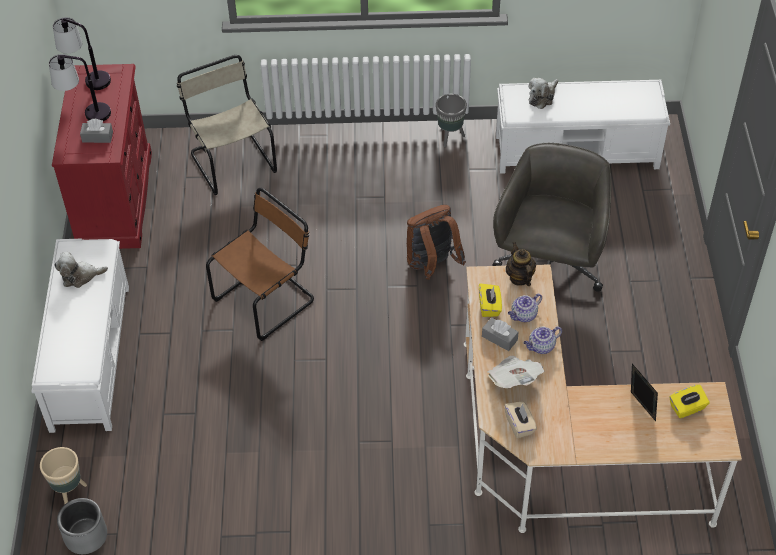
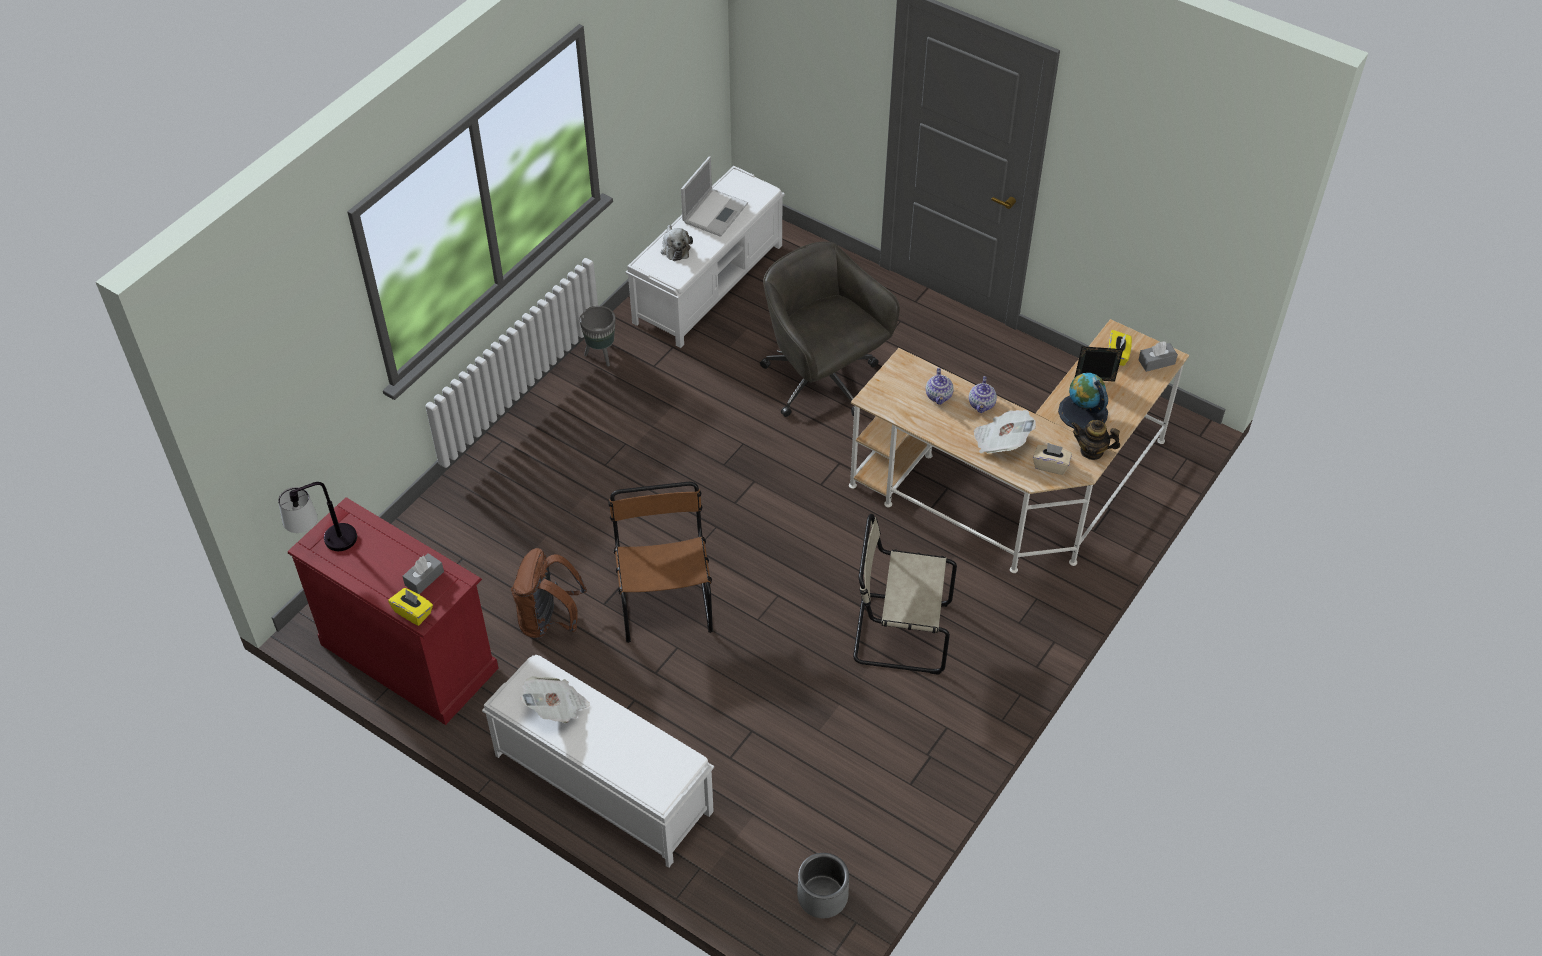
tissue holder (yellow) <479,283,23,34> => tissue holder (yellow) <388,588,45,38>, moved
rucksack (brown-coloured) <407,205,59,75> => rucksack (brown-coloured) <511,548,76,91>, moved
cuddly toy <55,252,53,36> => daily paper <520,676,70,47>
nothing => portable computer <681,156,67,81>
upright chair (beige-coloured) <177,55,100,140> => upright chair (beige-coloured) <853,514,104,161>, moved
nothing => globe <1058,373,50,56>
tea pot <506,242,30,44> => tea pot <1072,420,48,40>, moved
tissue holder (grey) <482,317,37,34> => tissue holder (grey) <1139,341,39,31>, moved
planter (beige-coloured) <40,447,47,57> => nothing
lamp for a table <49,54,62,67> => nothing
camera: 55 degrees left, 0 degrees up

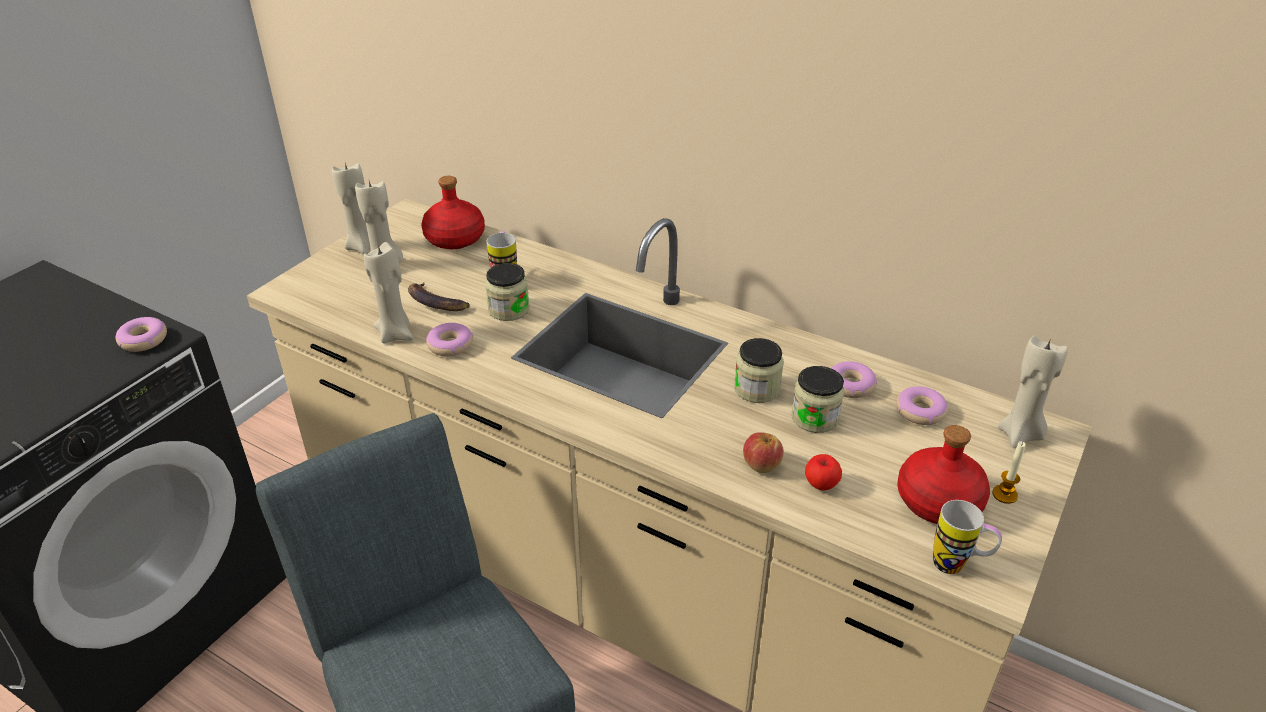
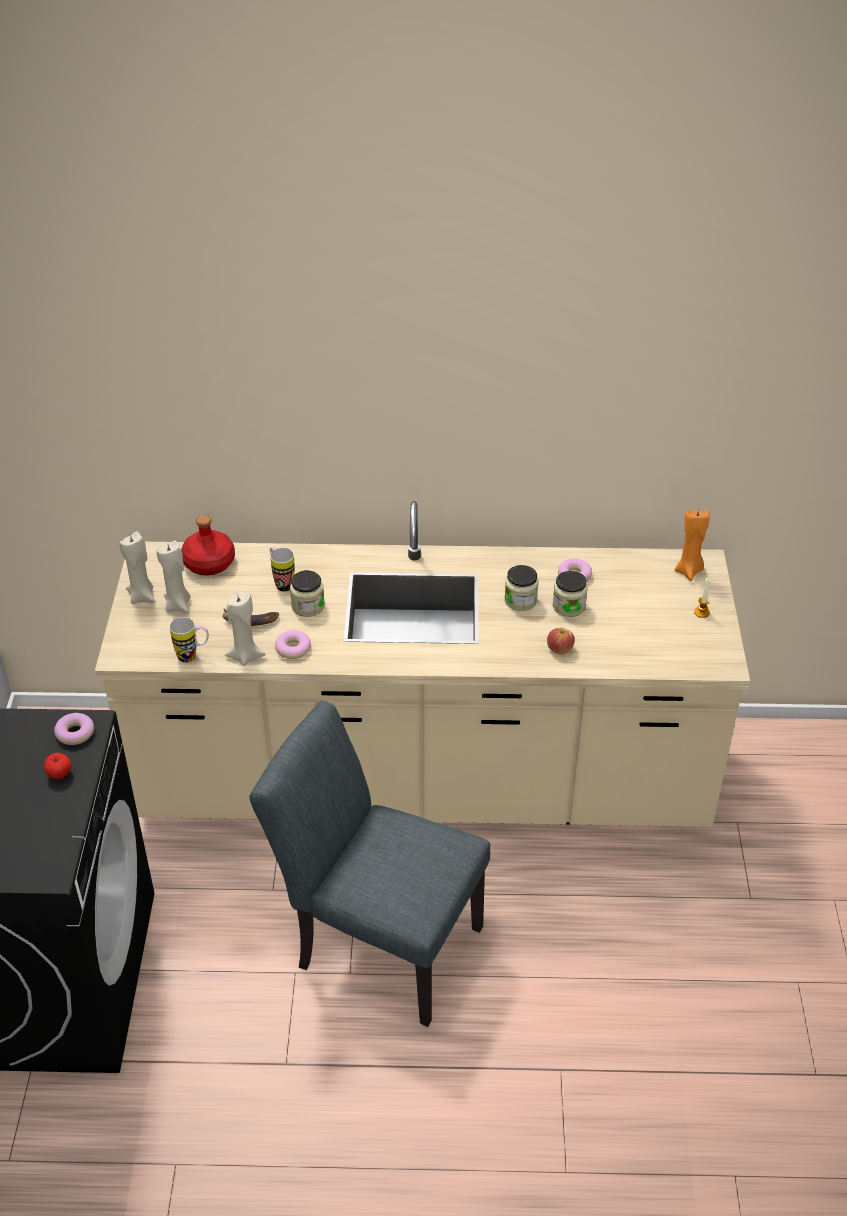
apple <805,454,37,37> => apple <44,753,27,26>, moved
coffee mug <933,500,69,74> => coffee mug <170,617,39,46>, moved
wax light (beige-coloured) <998,336,70,112> => wax light (orange-coloured) <675,509,34,72>
doughnut <896,386,52,39> => nothing
bottle (reddish) <897,425,93,99> => nothing
camera: 30 degrees left, 5 degrees up

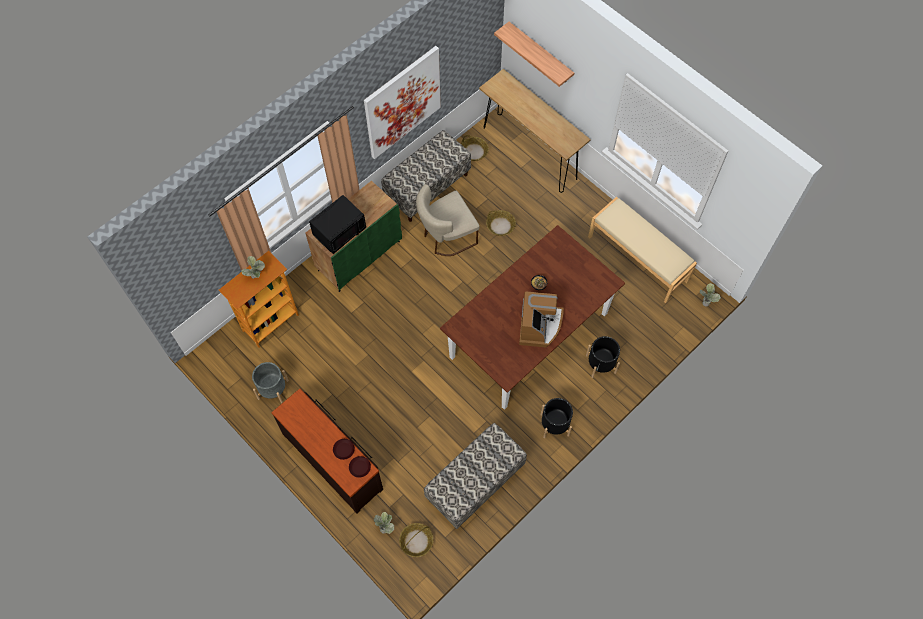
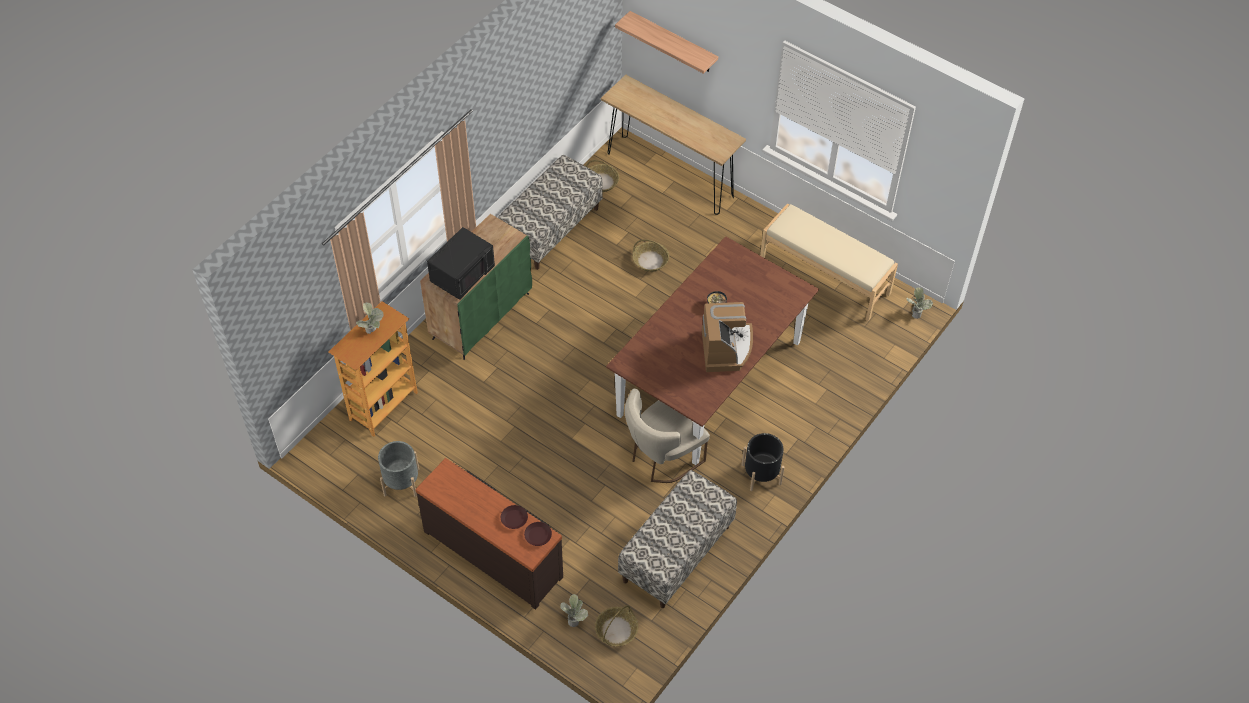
upright chair (beige-coloured) <416,184,63,72> => upright chair (beige-coloured) <625,389,85,94>, moved
wall picture <364,46,77,113> => nothing
planter (black) <586,336,34,42> => nothing
camera: 10 degrees left, 10 degrees down

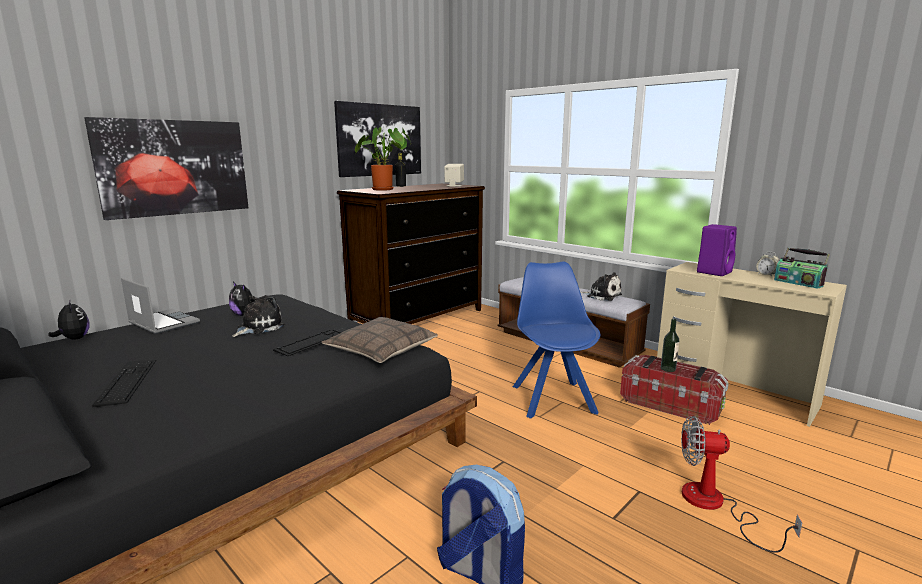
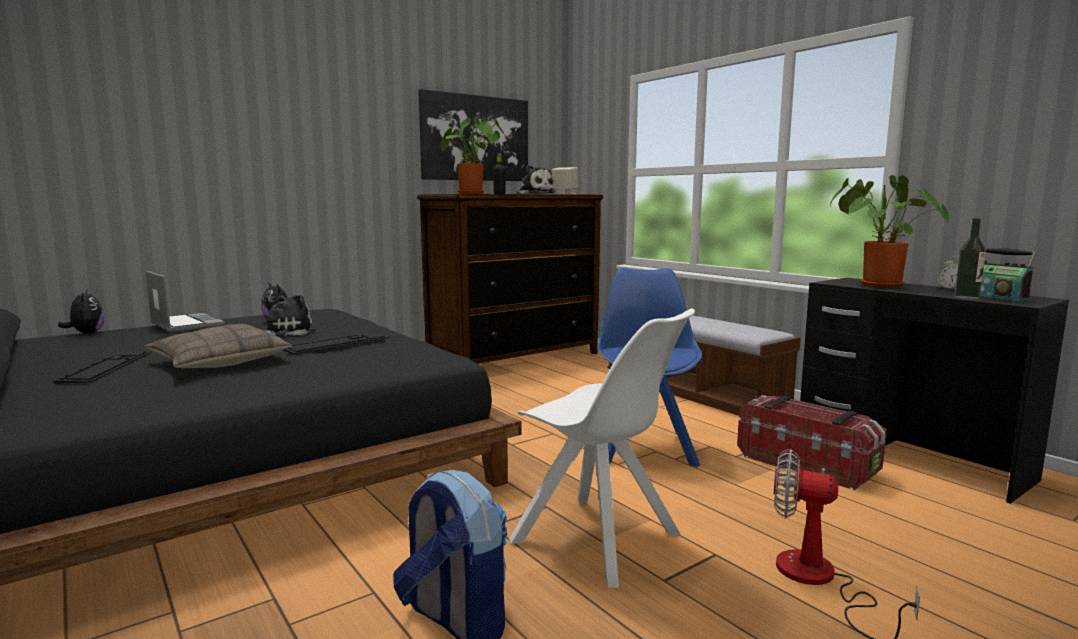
pillow <321,317,117,46> => pillow <145,324,147,44>, moved
nothing => upright chair (whitish) <509,308,186,280>
cuddly toy <580,272,42,29> => cuddly toy <515,165,40,29>, moved
desk (beige-coloured) <657,262,190,165> => desk (black) <800,278,269,226>
audio speaker (purplish) <697,224,40,52> => potted plant <830,175,119,113>
bottle <661,319,19,53> => bottle <954,218,32,81>, moved
wall picture <84,117,164,103> => nothing
camera: 10 degrees right, 5 degrees down

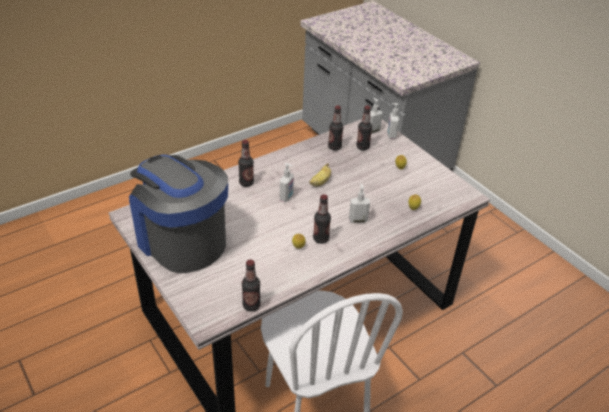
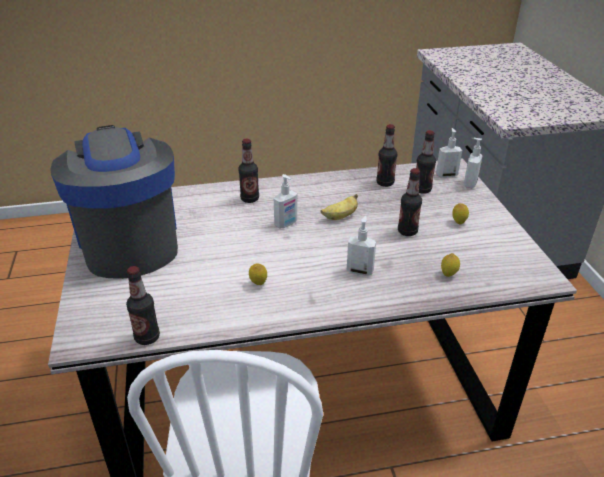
bottle <313,194,18,50> => bottle <398,168,24,68>, moved
camera: 25 degrees right, 5 degrees down

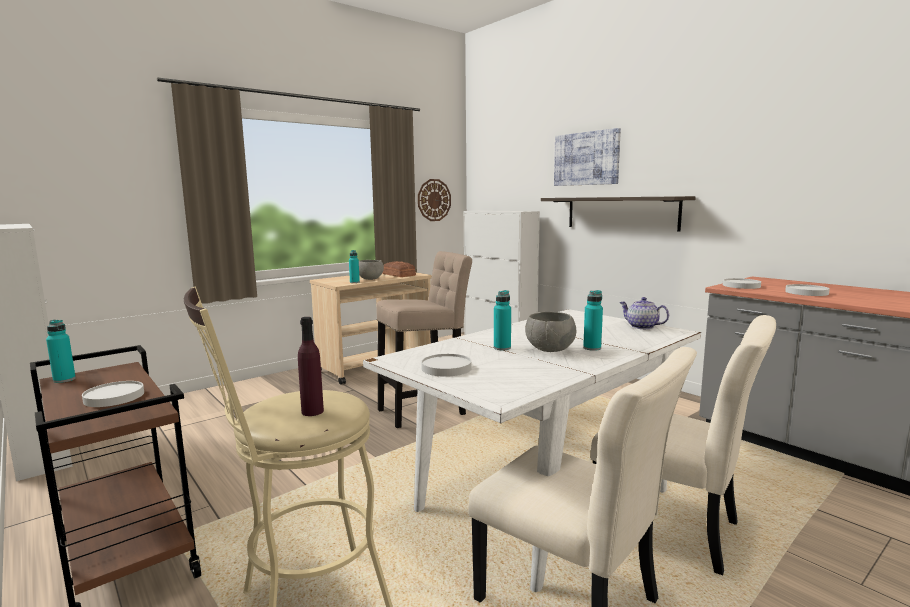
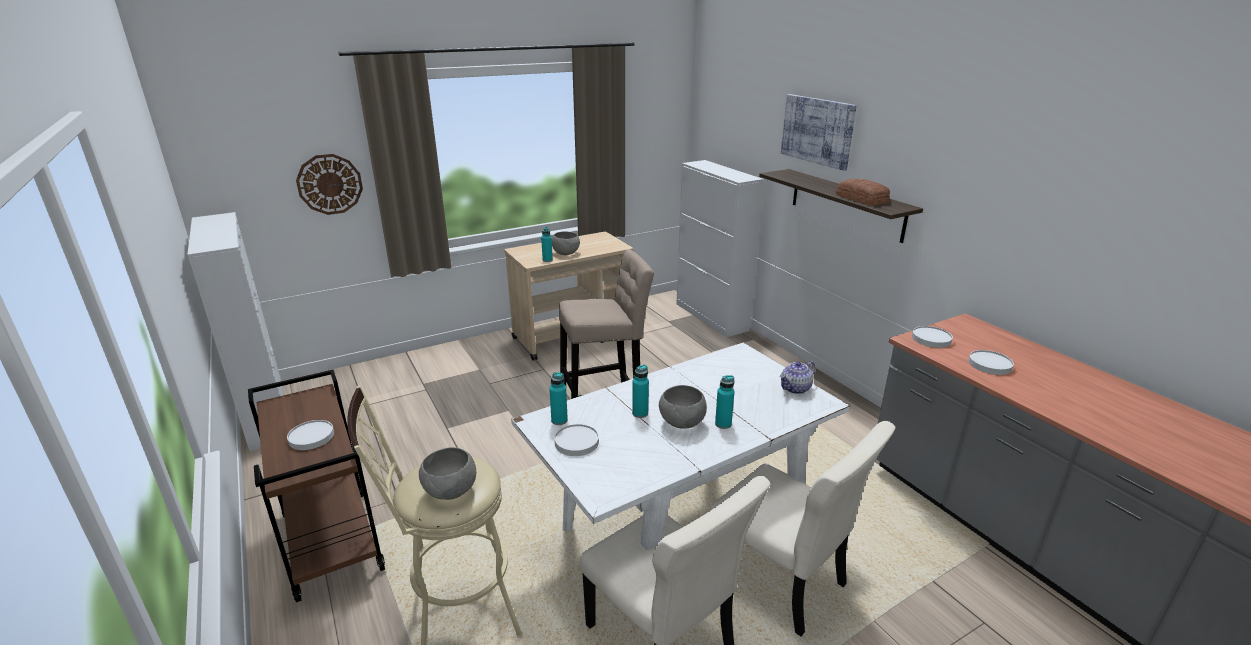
wall clock <418,179,33,42> => wall clock <296,154,67,61>, moved
bottle (purplish) <298,317,26,99> => bowl (grey) <419,447,57,53>
bottle (turquoise-coloured) <46,320,30,63> => bottle (turquoise-coloured) <549,372,19,53>, moved
tea pot <619,297,50,32> => tea pot <780,361,35,33>, 90 degrees counterclockwise
bakery bread <383,261,33,16> => bakery bread <836,179,54,27>, moved
camera: 10 degrees right, 15 degrees up

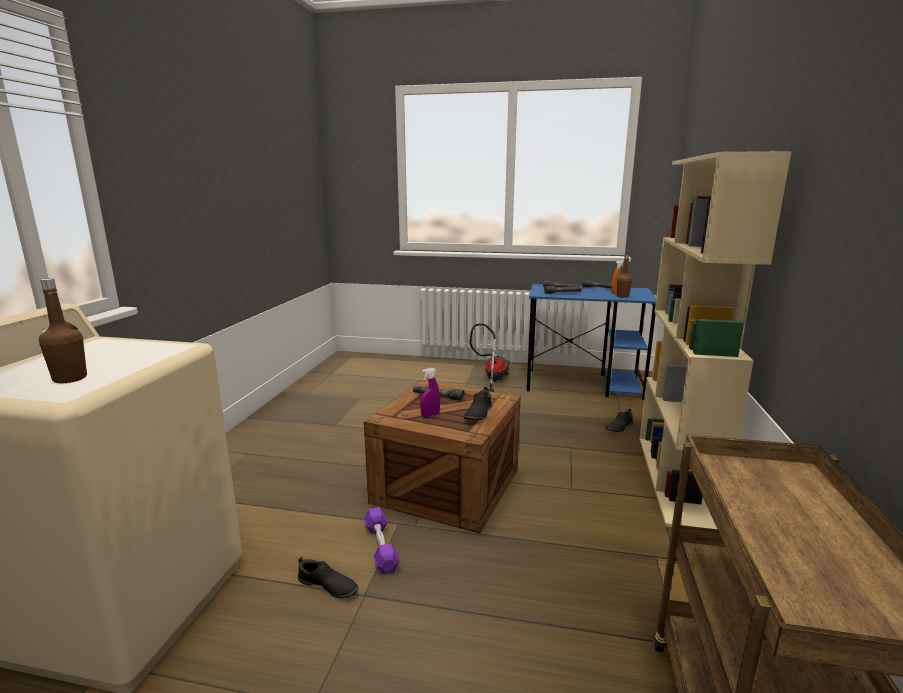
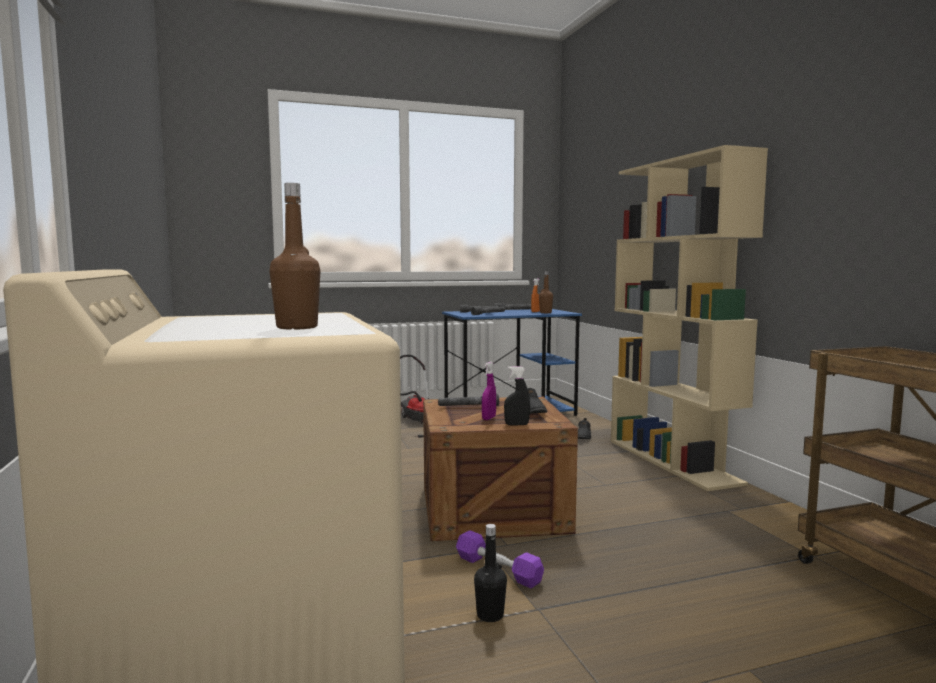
shoe (black) <298,557,60,42> => bottle (black) <474,524,33,98>
nothing => hand sprayer (black) <504,366,26,60>
camera: 30 degrees left, 10 degrees down

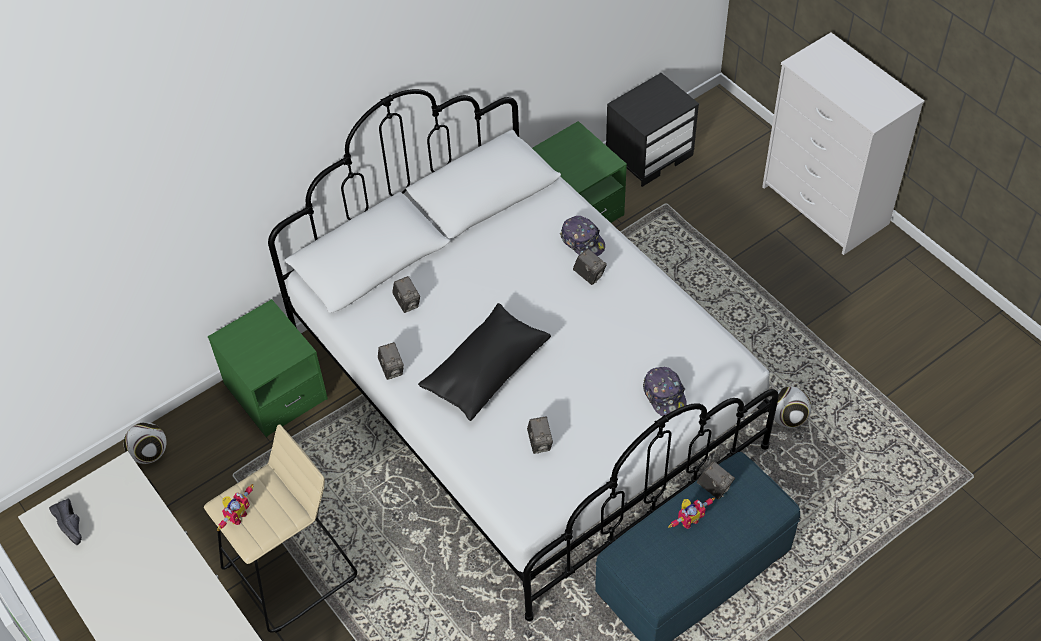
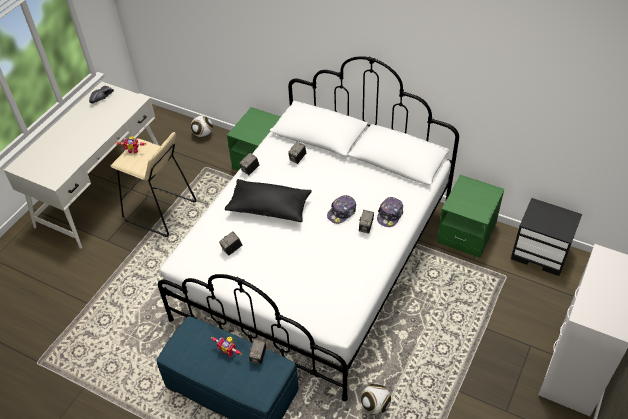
peaked cap <643,367,44,49> => peaked cap <327,195,29,29>, moved
camera: 65 degrees right, 5 degrees down

